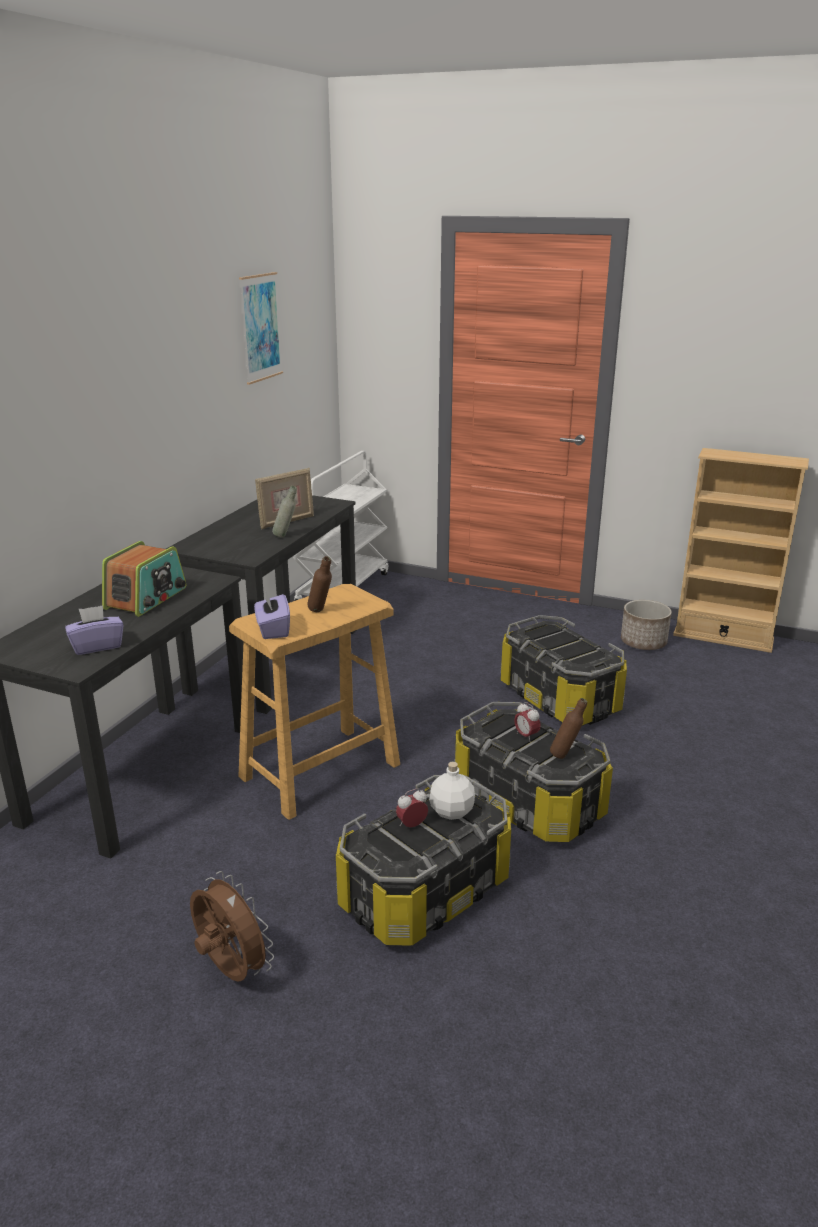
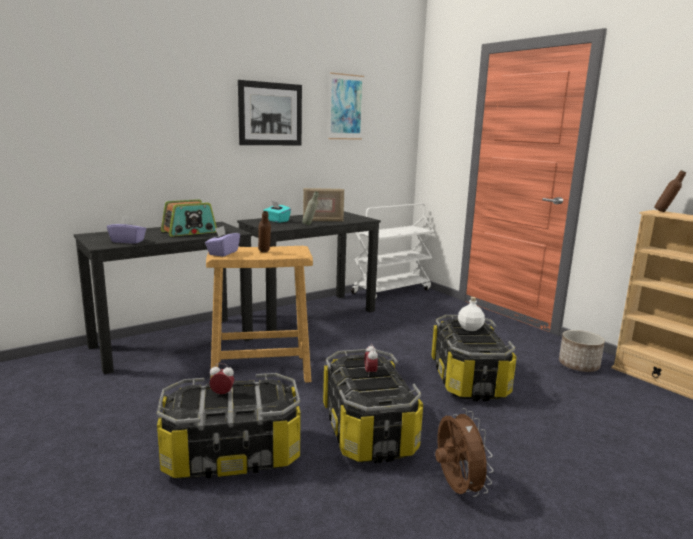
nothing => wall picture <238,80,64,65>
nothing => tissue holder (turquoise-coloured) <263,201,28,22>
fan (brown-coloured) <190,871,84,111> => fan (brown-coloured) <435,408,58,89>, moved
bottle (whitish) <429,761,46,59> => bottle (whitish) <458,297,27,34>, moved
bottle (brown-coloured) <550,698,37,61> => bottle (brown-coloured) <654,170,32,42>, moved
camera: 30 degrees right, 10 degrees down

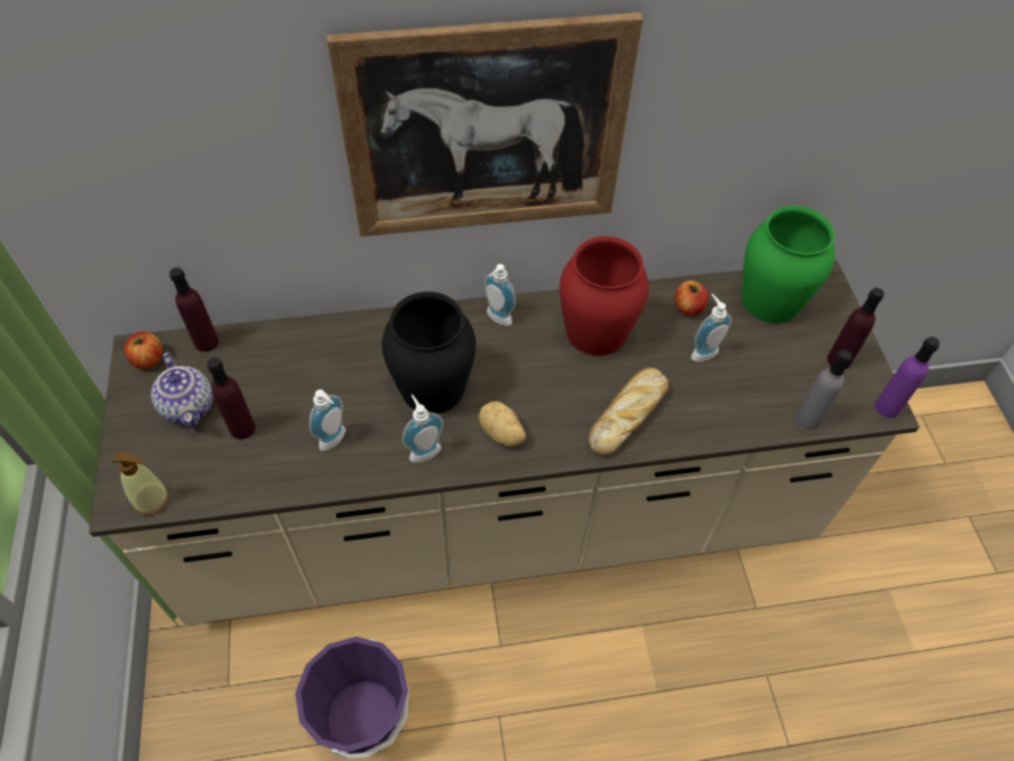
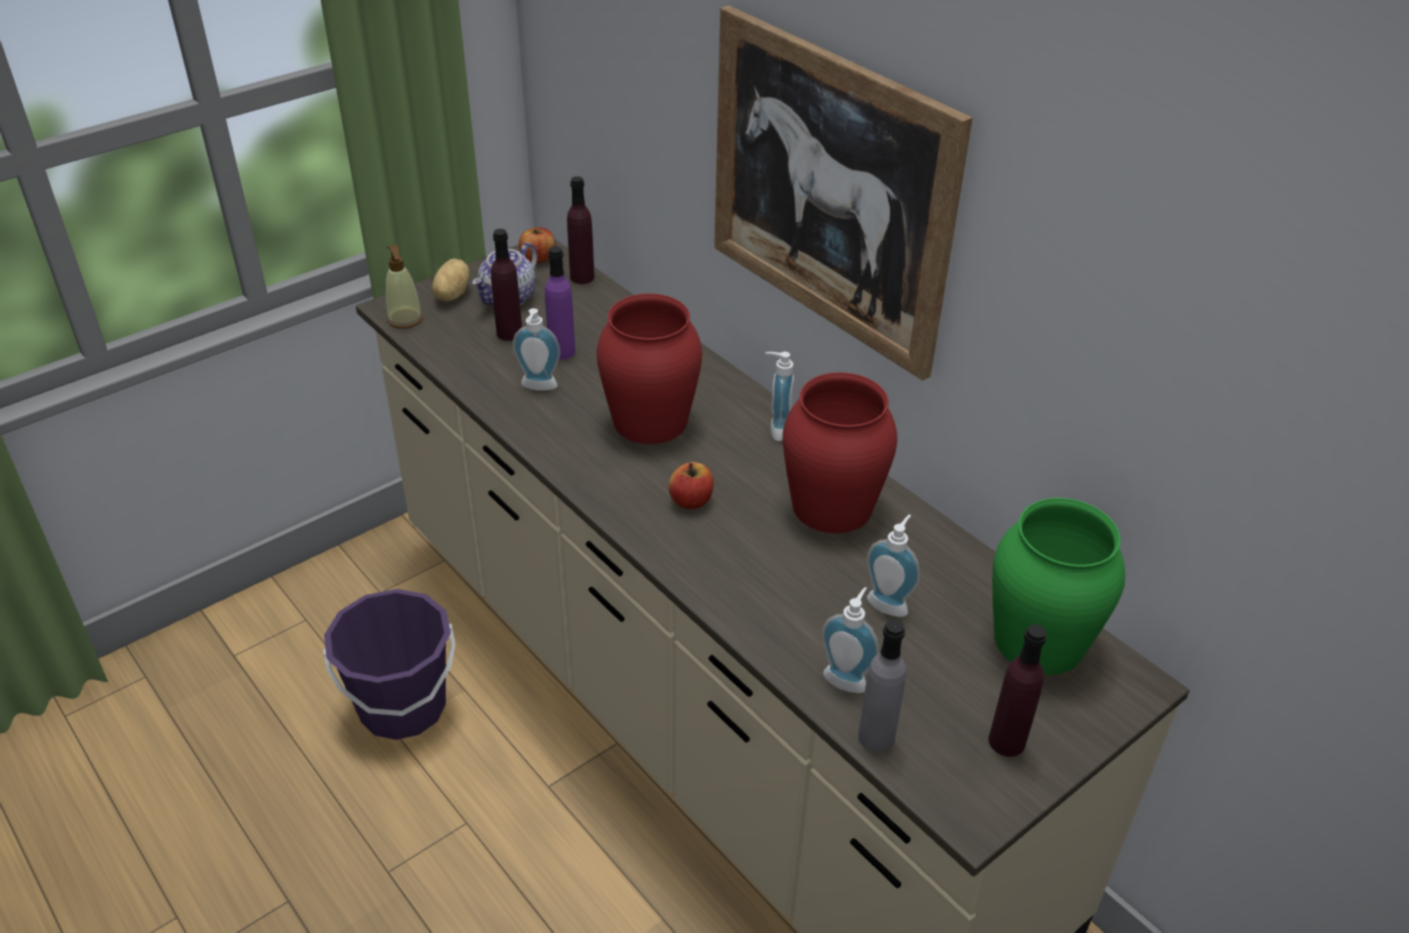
whole potato <478,401,48,46> => whole potato <432,259,38,43>, moved
bottle (purplish) <875,337,65,81> => bottle (purplish) <545,246,30,114>, moved
vase (black) <382,291,94,123> => vase (reddish) <597,293,105,151>
apple <674,280,34,36> => apple <669,462,45,47>, moved
soap dispenser <402,394,42,69> => soap dispenser <822,587,57,106>, moved
bakery bread <588,368,81,88> => nothing
camera: 60 degrees right, 15 degrees down

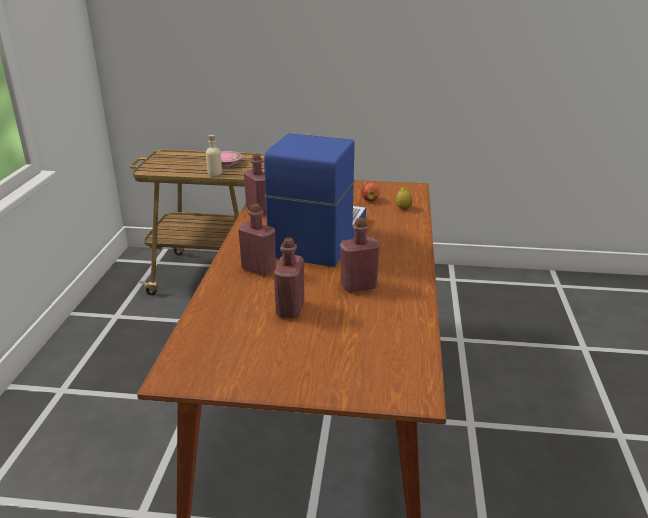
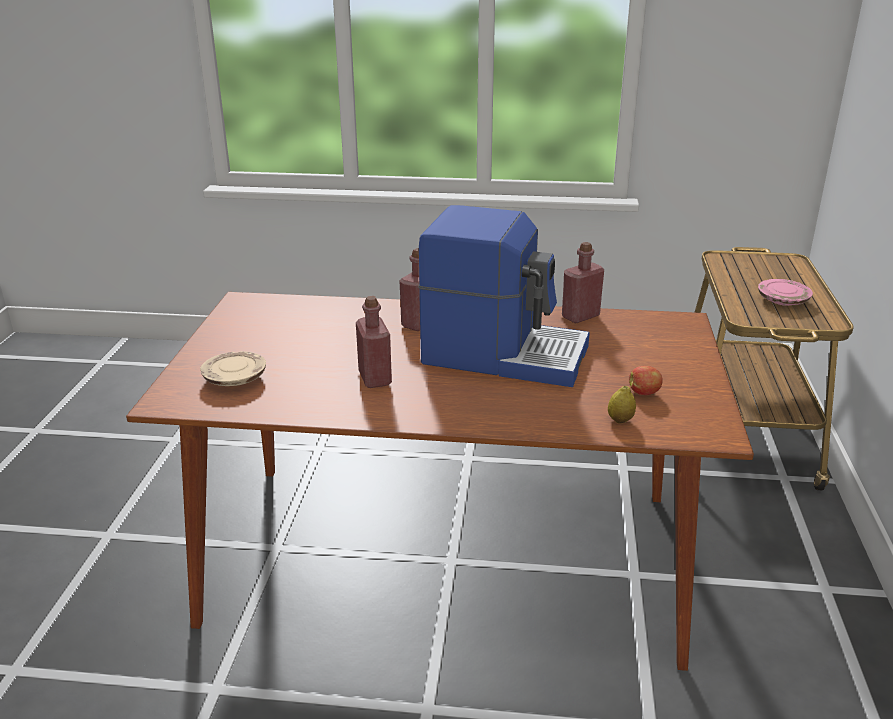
nothing => plate (beige-coloured) <200,351,66,35>
bottle (beige-coloured) <206,135,16,41> => nothing
bottle (reddish) <274,238,30,80> => nothing
camera: 90 degrees right, 0 degrees up

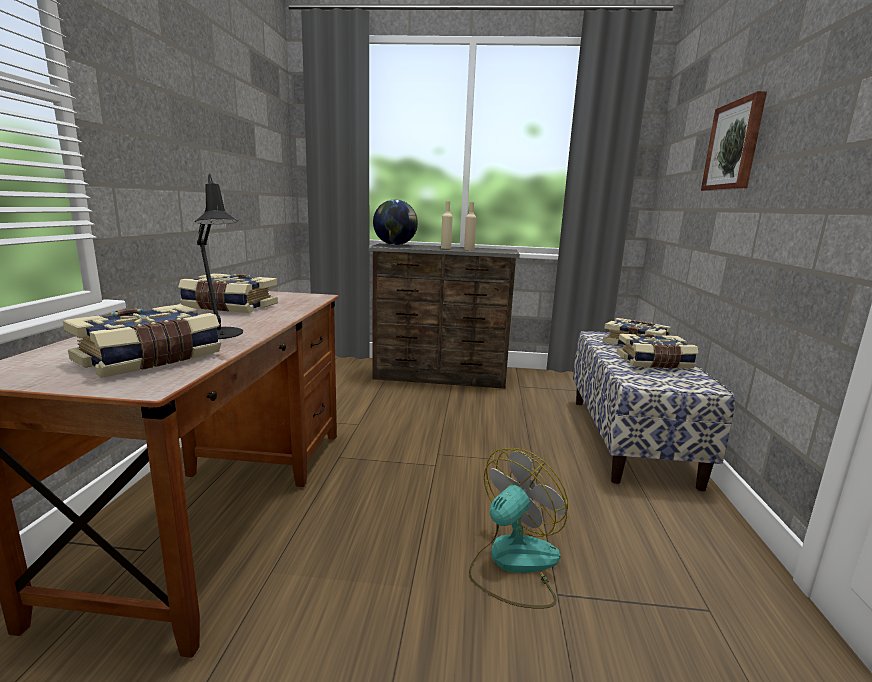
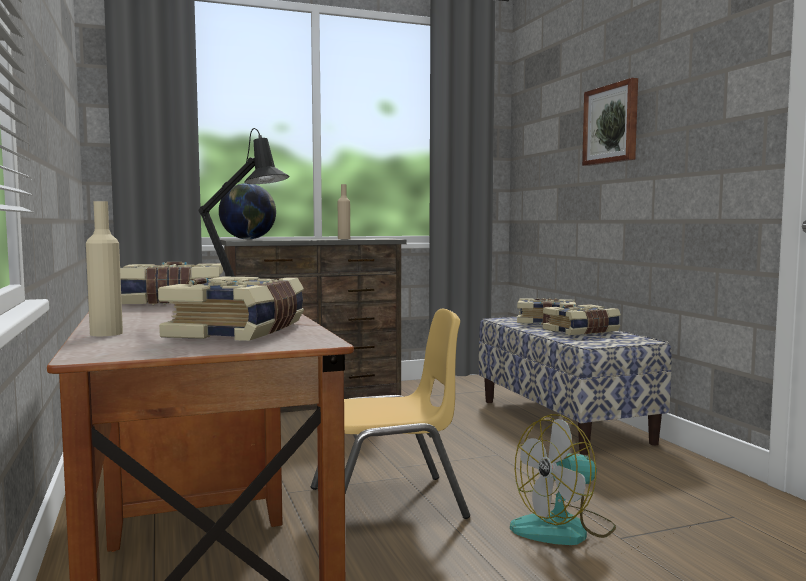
bottle (beige-coloured) <441,201,12,48> => bottle (beige-coloured) <86,201,37,135>, moved
nothing => upright chair (yellow) <311,309,159,210>
fan <469,448,99,161> => fan <510,414,106,131>, 135 degrees counterclockwise
camera: 25 degrees left, 10 degrees down

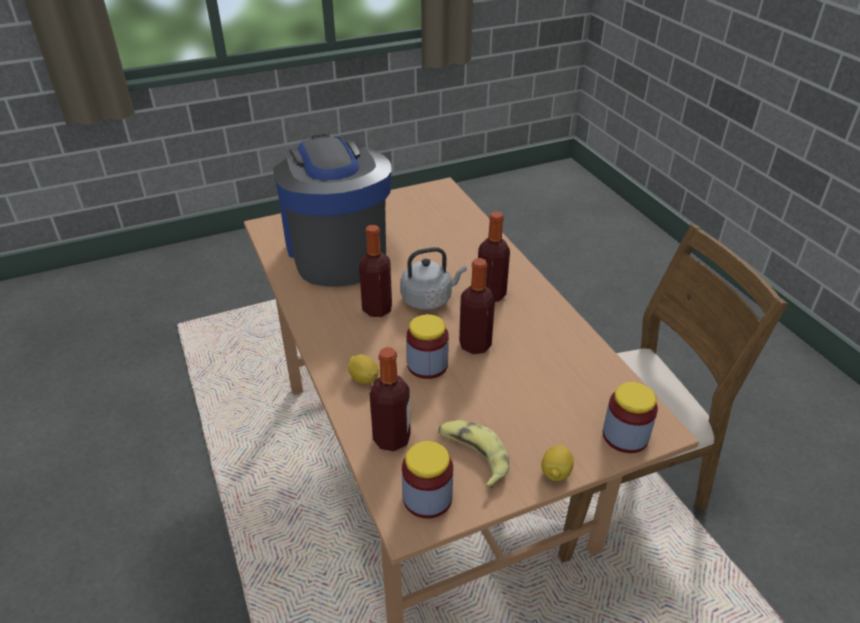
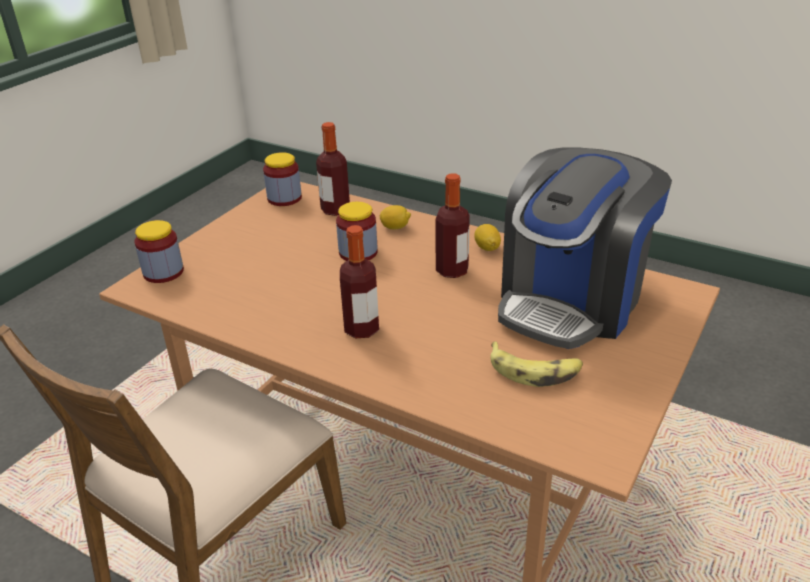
citrus fruit <541,445,33,36> => citrus fruit <474,224,27,27>, moved
banana fruit <438,420,71,69> => banana fruit <490,341,93,46>, moved
coffee machine <273,134,118,153> => coffee machine <498,147,174,202>, 90 degrees clockwise
water kettle (grey) <400,247,67,63> => nothing
bottle <459,258,36,96> => nothing
camera: 145 degrees right, 5 degrees down

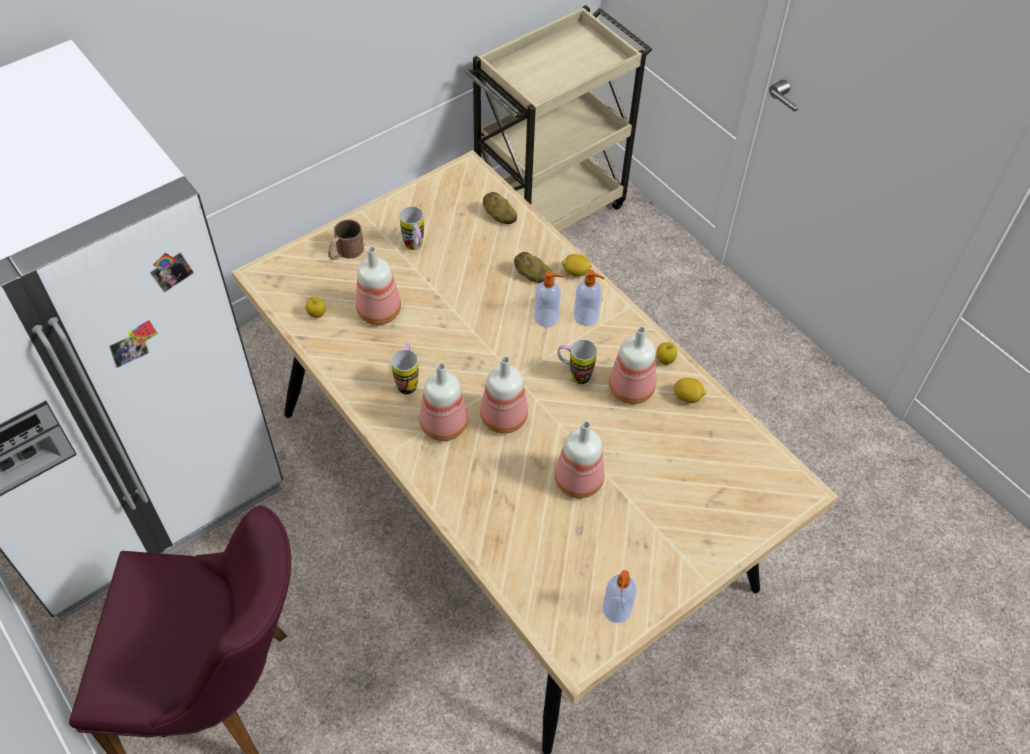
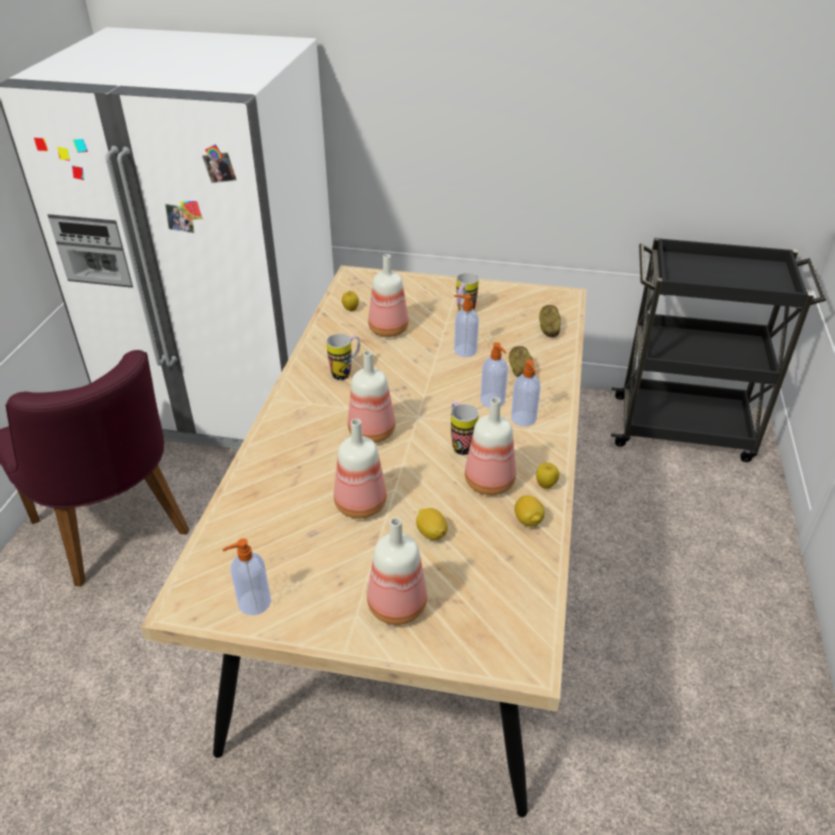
bottle <419,363,49,78> => bottle <367,517,60,108>, moved
citrus fruit <562,254,30,23> => citrus fruit <416,508,32,32>, moved
nothing => soap dispenser <454,295,25,62>
trolley (beige-coloured) <465,5,187,226> => trolley (black) <611,237,215,225>
coffee mug (brown-coloured) <328,219,36,41> => nothing
camera: 50 degrees right, 15 degrees down

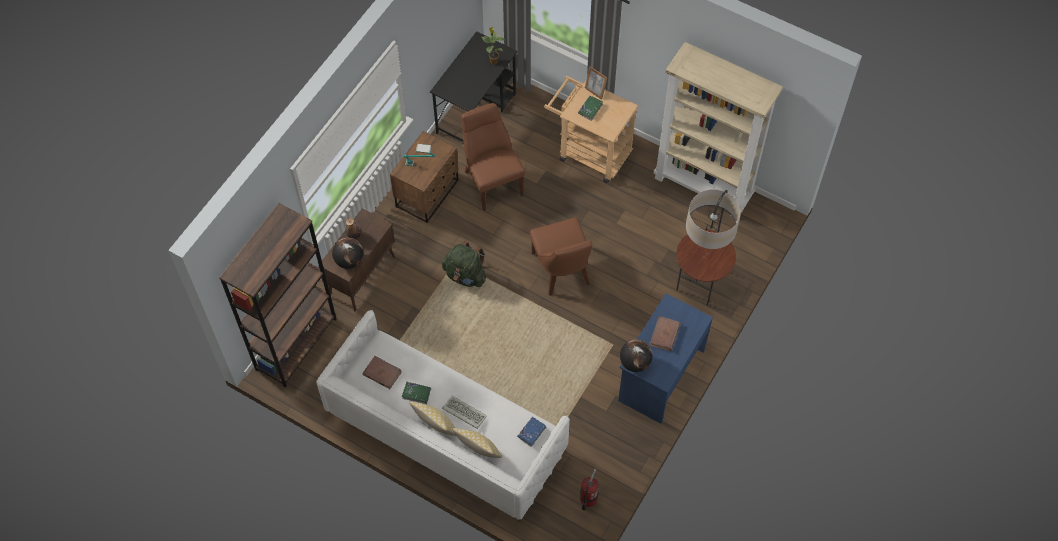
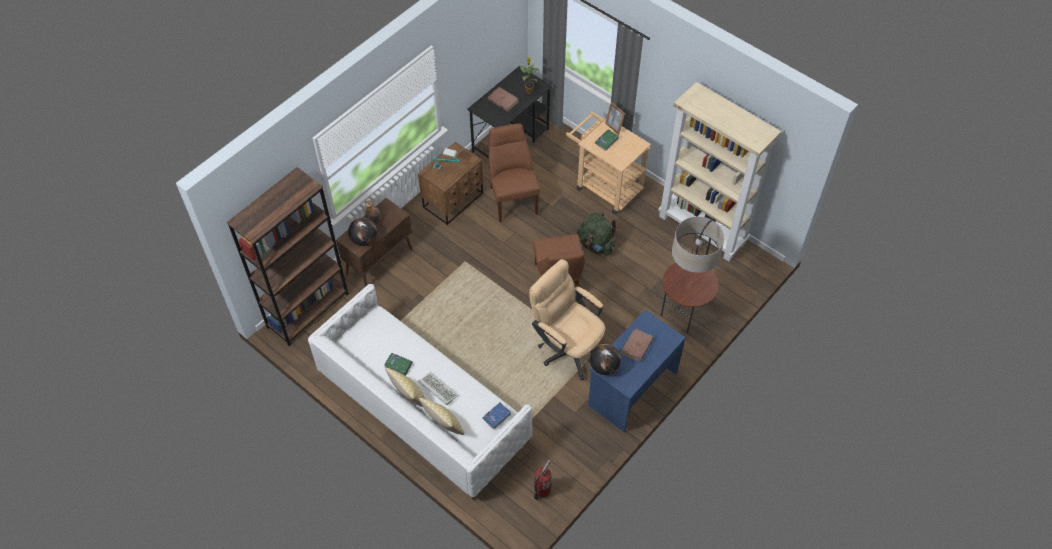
bound book (brown-coloured) <363,356,39,33> => bound book (brown-coloured) <487,87,32,25>, moved
nothing => computer chair (beige-coloured) <529,259,76,121>
rucksack (green) <442,241,44,46> => rucksack (green) <577,212,40,44>, moved
camera: 10 degrees right, 5 degrees down

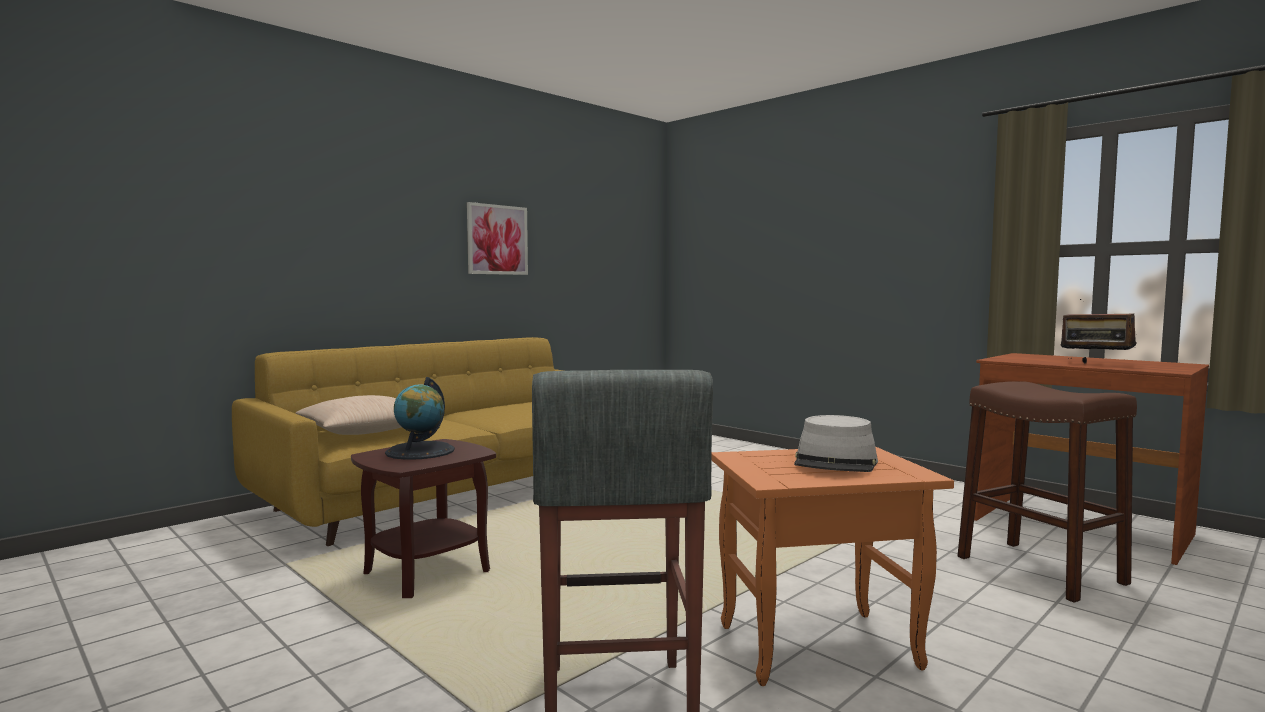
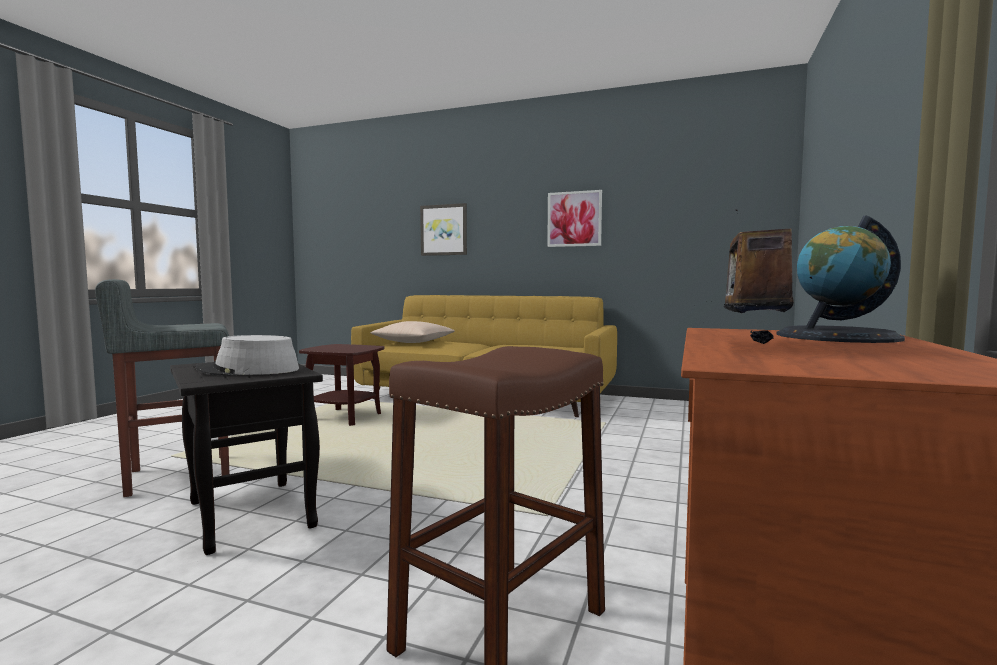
side table (orange-coloured) <712,446,242,240> => side table (black) <170,363,153,192>
nothing => wall picture <420,203,47,53>
globe <385,377,70,83> => globe <776,215,129,128>, moved
camera: 65 degrees right, 0 degrees up

